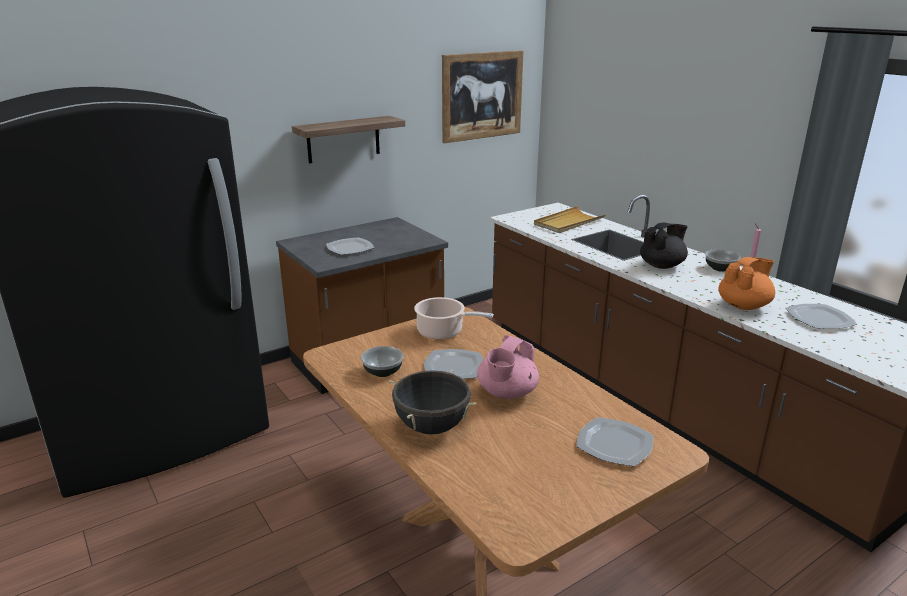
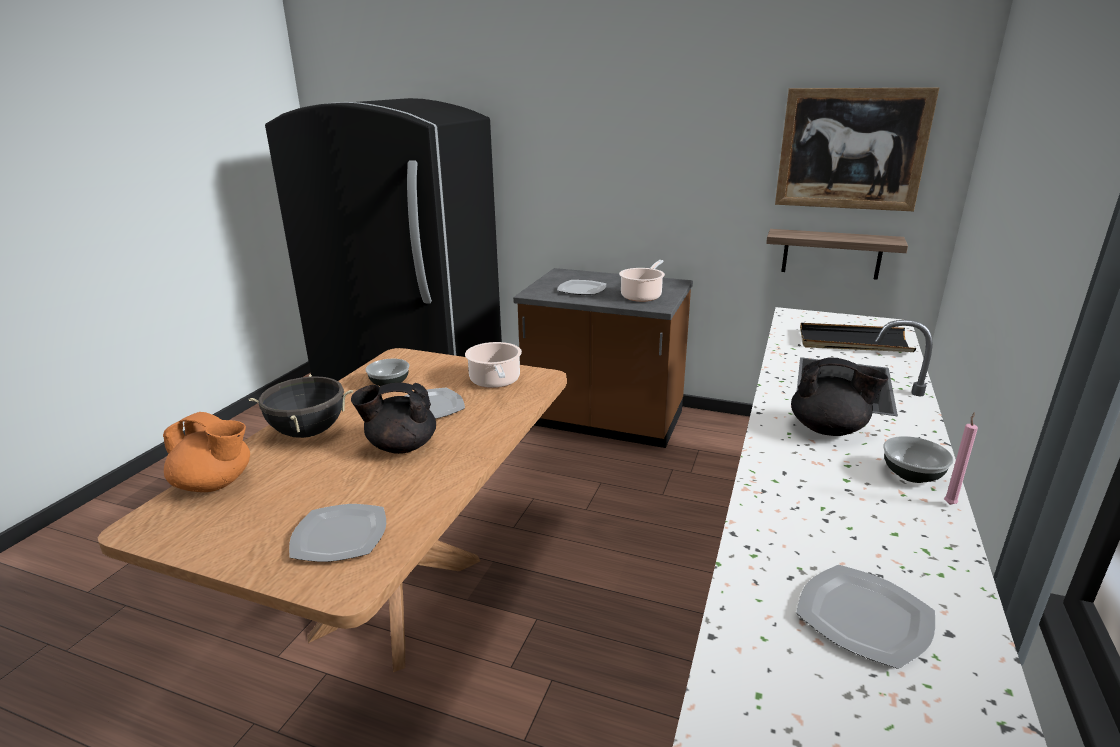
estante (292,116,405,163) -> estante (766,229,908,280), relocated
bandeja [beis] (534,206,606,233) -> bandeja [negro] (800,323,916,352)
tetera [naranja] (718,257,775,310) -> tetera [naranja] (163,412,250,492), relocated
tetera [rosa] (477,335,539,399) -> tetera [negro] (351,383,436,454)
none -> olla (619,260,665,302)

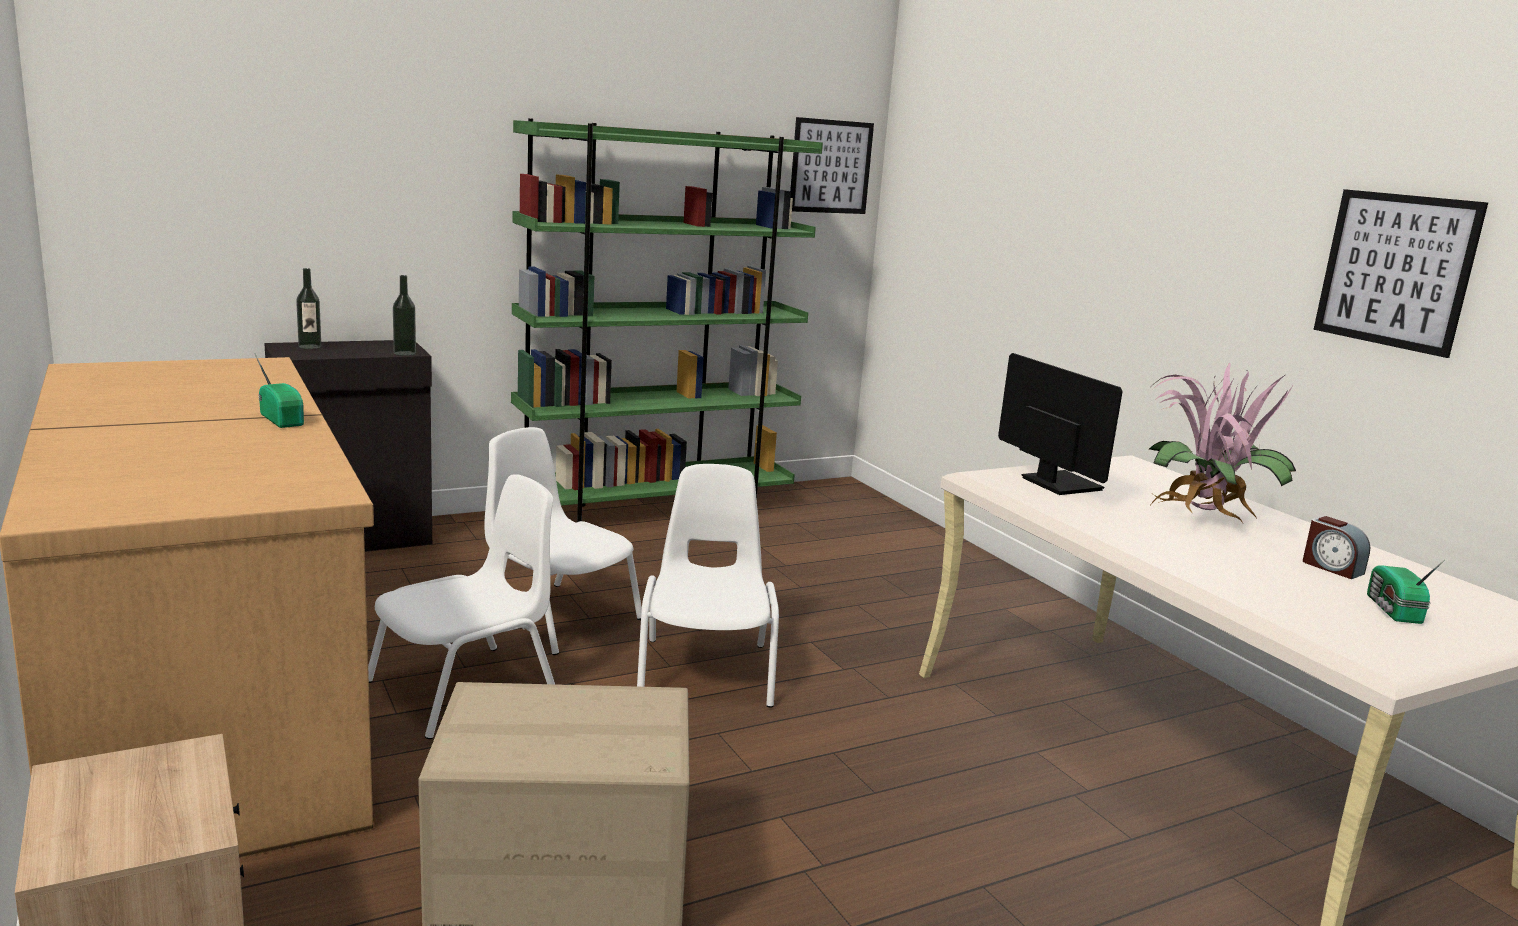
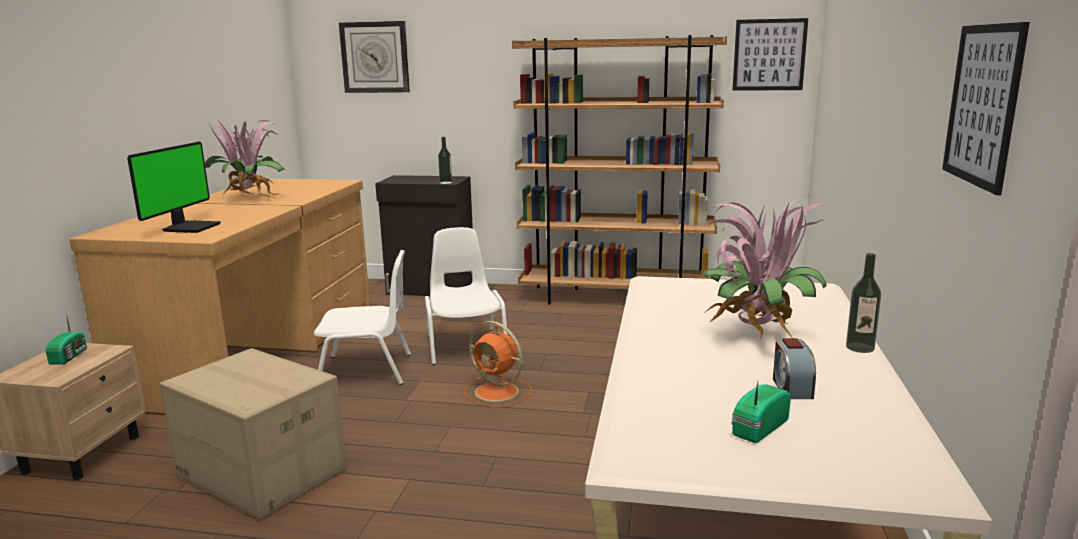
estantería [verde] (511,118,823,522) -> estantería [marrón] (512,35,727,305)
botella (296,268,321,349) -> botella (846,253,881,353), relocated
radio (254,353,304,428) -> radio (46,312,87,365), relocated
monitor (998,353,1123,495) -> monitor (127,142,221,233), relocated
silla [blanco] (637,464,779,708) -> ventilador [naranja] (464,321,532,407)
none -> reloj de pared (339,21,410,93)
none -> planta en maceta (205,119,285,199)

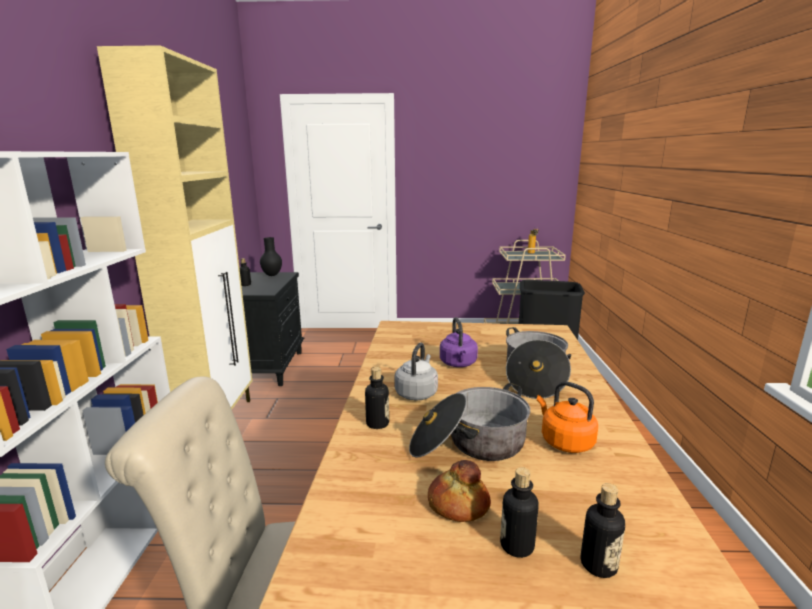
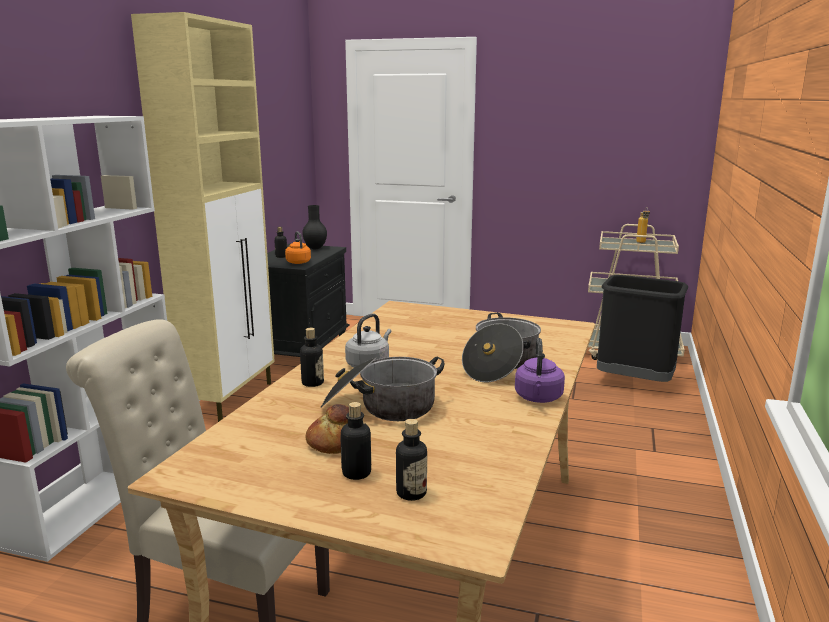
hervidor [morado] (440,317,478,367) -> hervidor [morado] (515,338,565,403), relocated
hervidor [naranja] (537,381,598,453) -> hervidor [naranja] (285,231,311,264), relocated

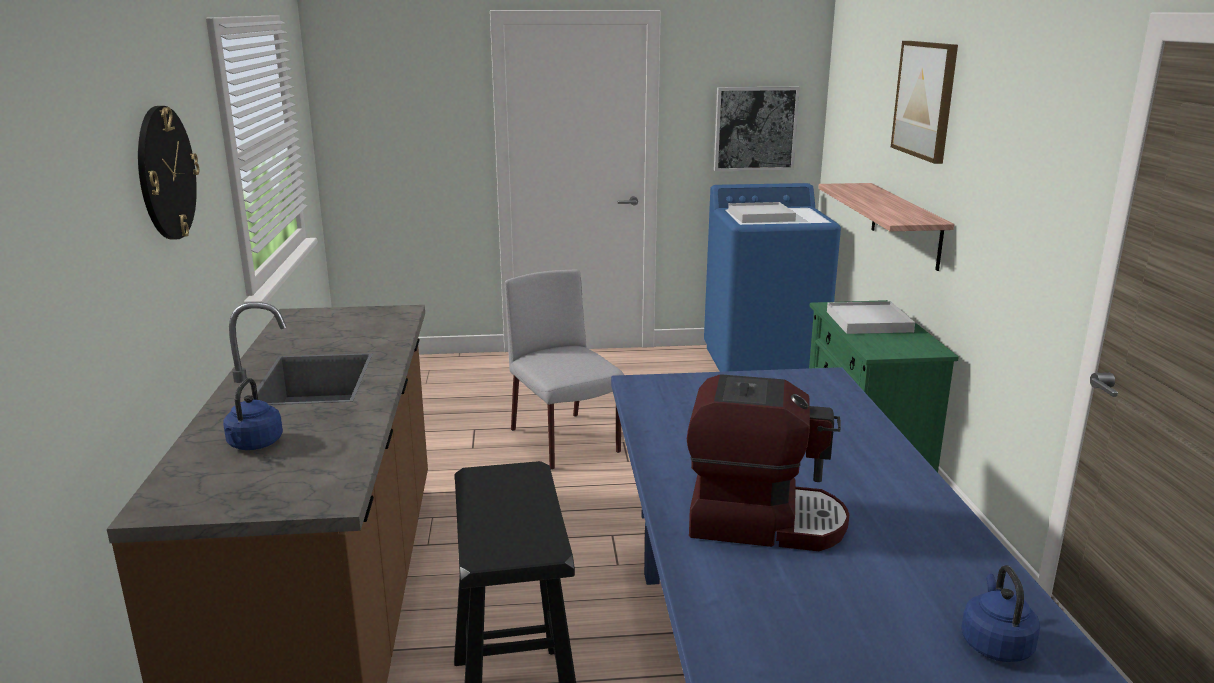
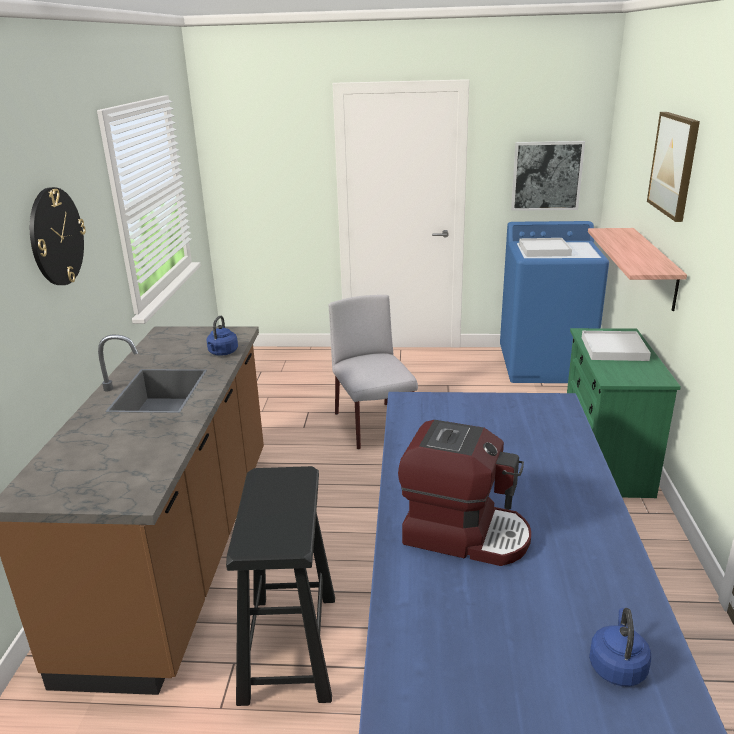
hervidor [azul] (223,378,283,450) -> hervidor [azul] (207,315,238,356), relocated

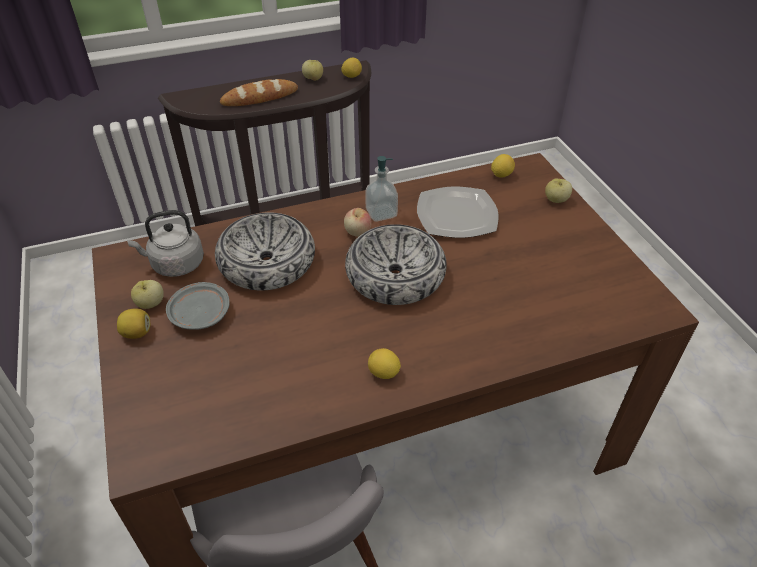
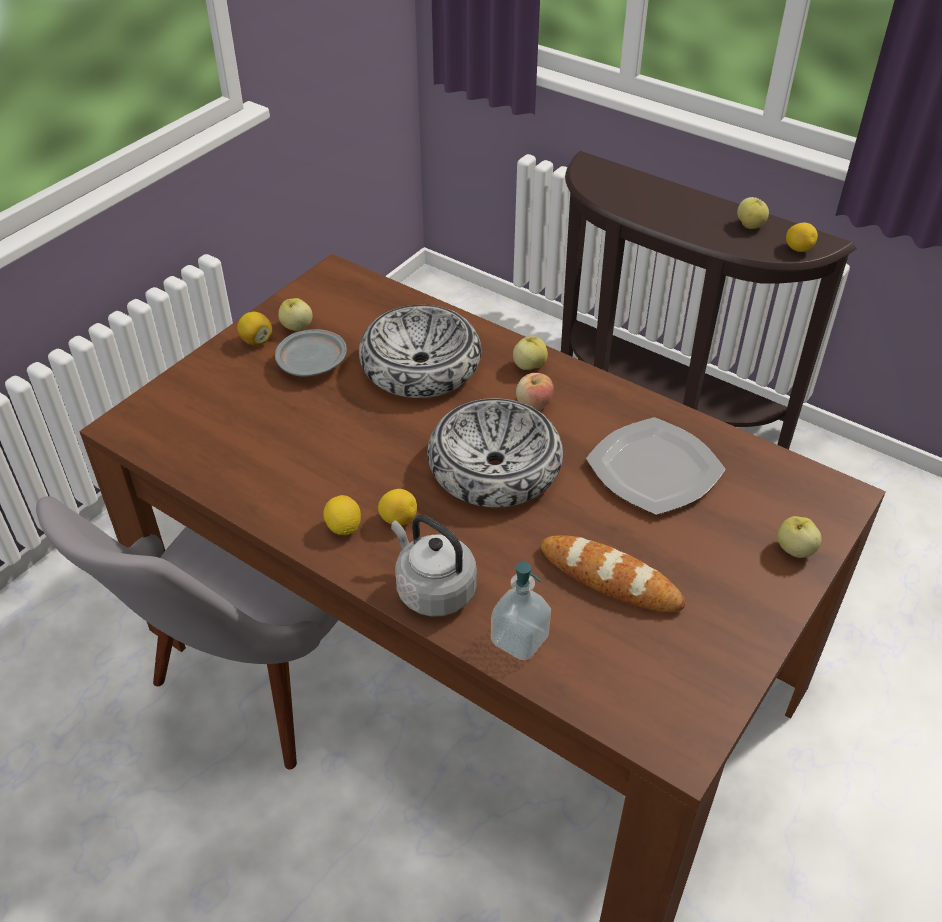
pan (220,79,298,106) -> pan (541,535,685,612), relocated
limón (491,154,515,178) -> limón (378,489,417,525), relocated
dispensador de jabón (365,156,398,222) -> dispensador de jabón (491,562,551,660), relocated
hervidor [gris] (127,210,204,277) -> hervidor [gris] (391,515,477,617), relocated
none -> manzana (513,336,548,370)

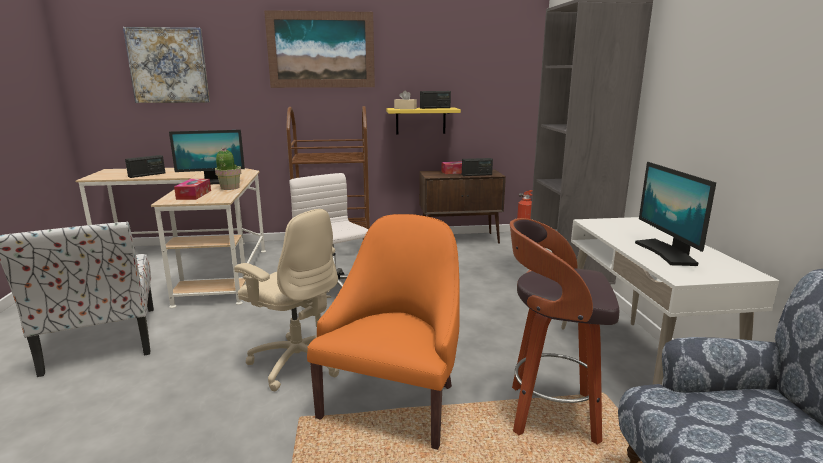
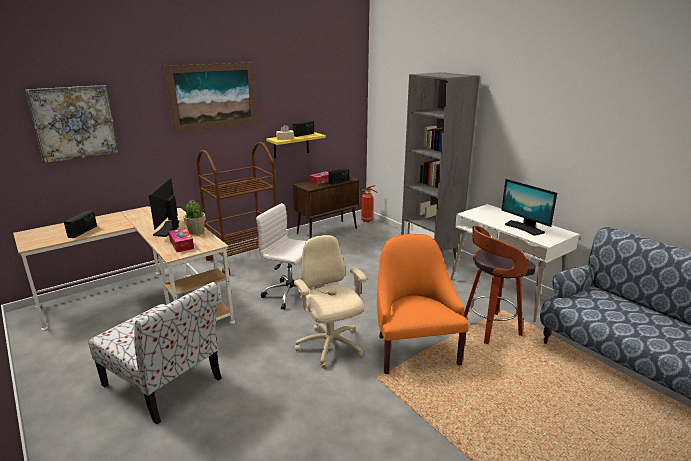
monitor (169,130,245,185) -> monitor (149,177,179,237), 135 degrees clockwise
silla de oficina [beis] (234,209,339,391) -> silla de oficina [beis] (294,235,367,369), 120 degrees counterclockwise

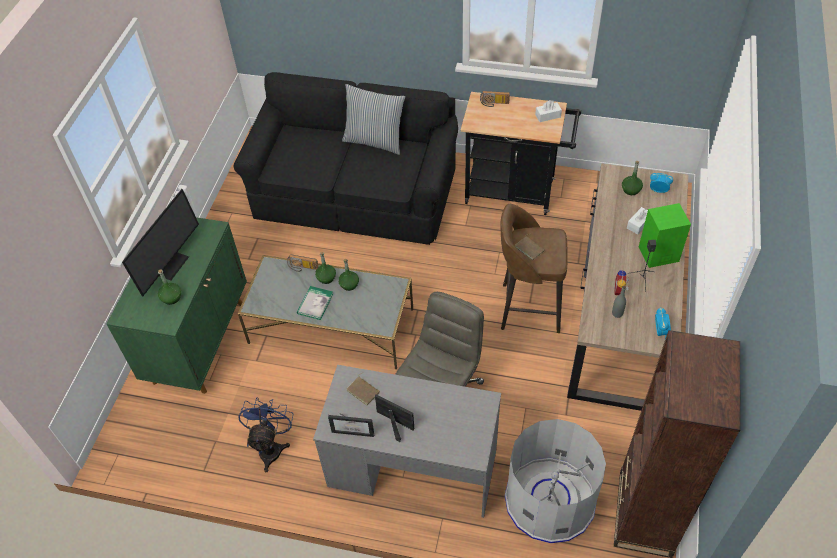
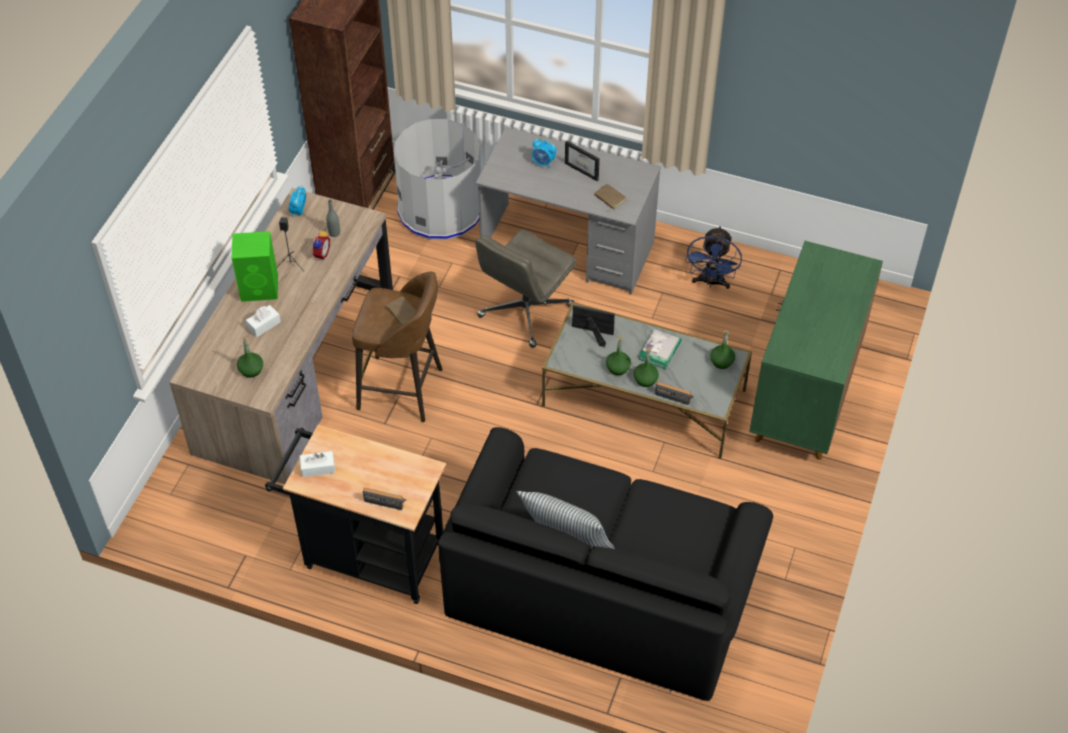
despertador (650,173,673,193) -> despertador (532,138,557,168), relocated
monitor (122,189,199,296) -> none
botella [verde] (158,269,181,305) -> botella [verde] (710,330,735,369), relocated
portarretratos (328,412,374,437) -> portarretratos (572,305,615,347), relocated

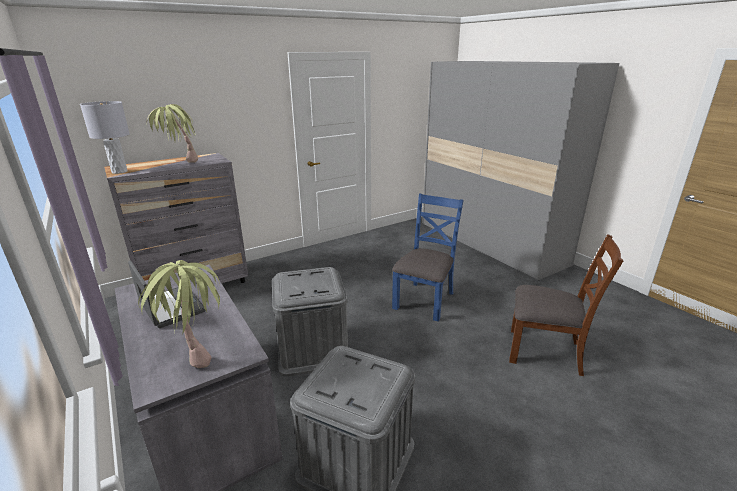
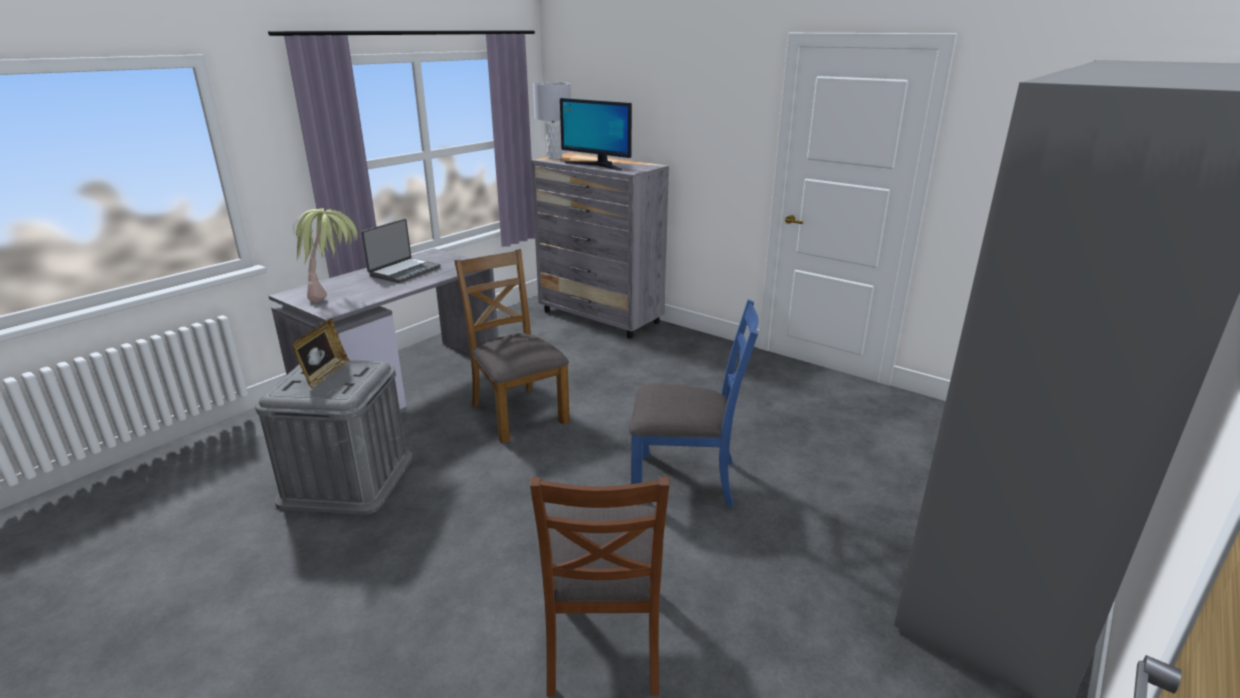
planta en maceta (146,104,198,163) -> monitor (560,98,632,170)
caja de almacenaje [gris] (272,267,348,377) -> silla [marrón] (454,249,570,444)
none -> portarretratos (292,319,350,388)

